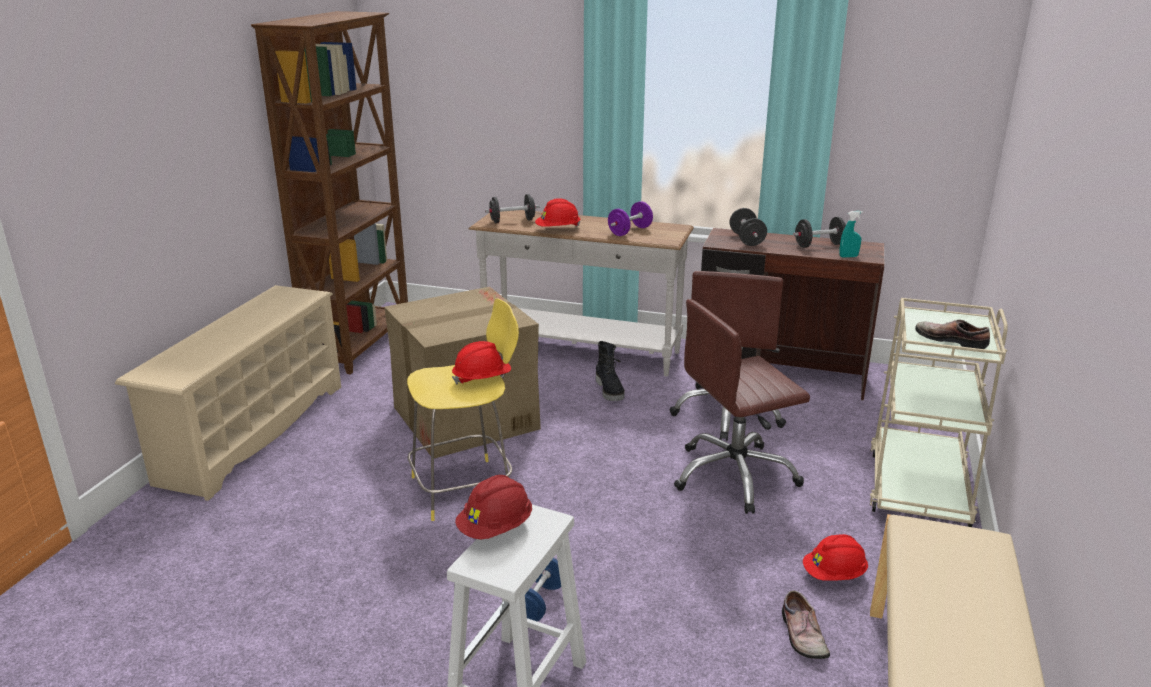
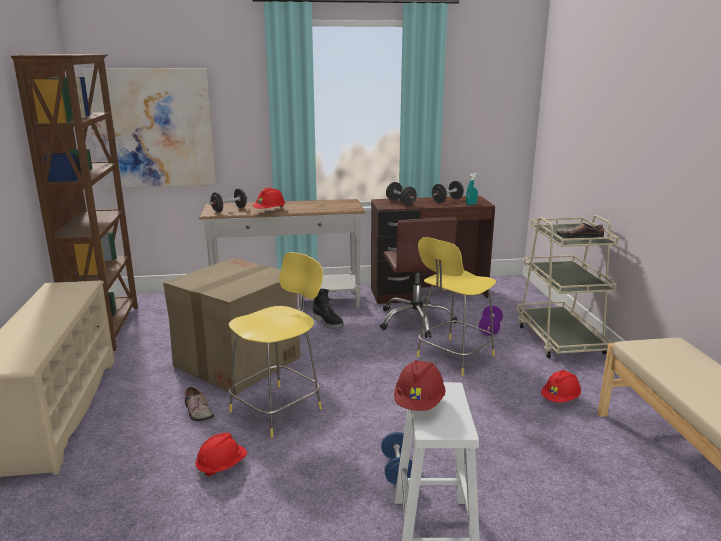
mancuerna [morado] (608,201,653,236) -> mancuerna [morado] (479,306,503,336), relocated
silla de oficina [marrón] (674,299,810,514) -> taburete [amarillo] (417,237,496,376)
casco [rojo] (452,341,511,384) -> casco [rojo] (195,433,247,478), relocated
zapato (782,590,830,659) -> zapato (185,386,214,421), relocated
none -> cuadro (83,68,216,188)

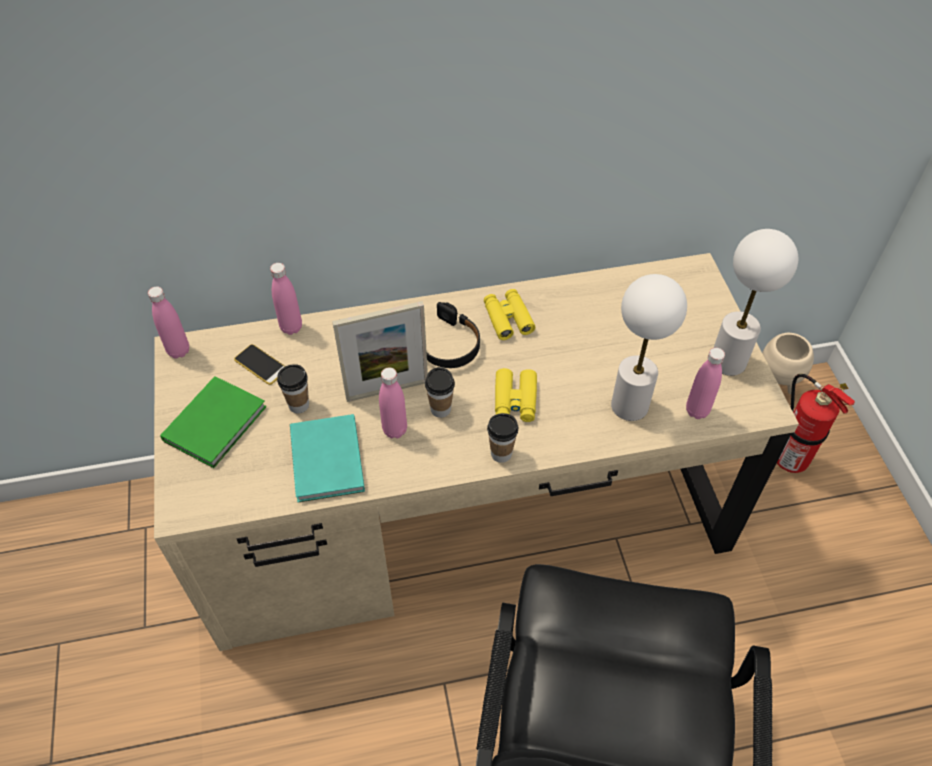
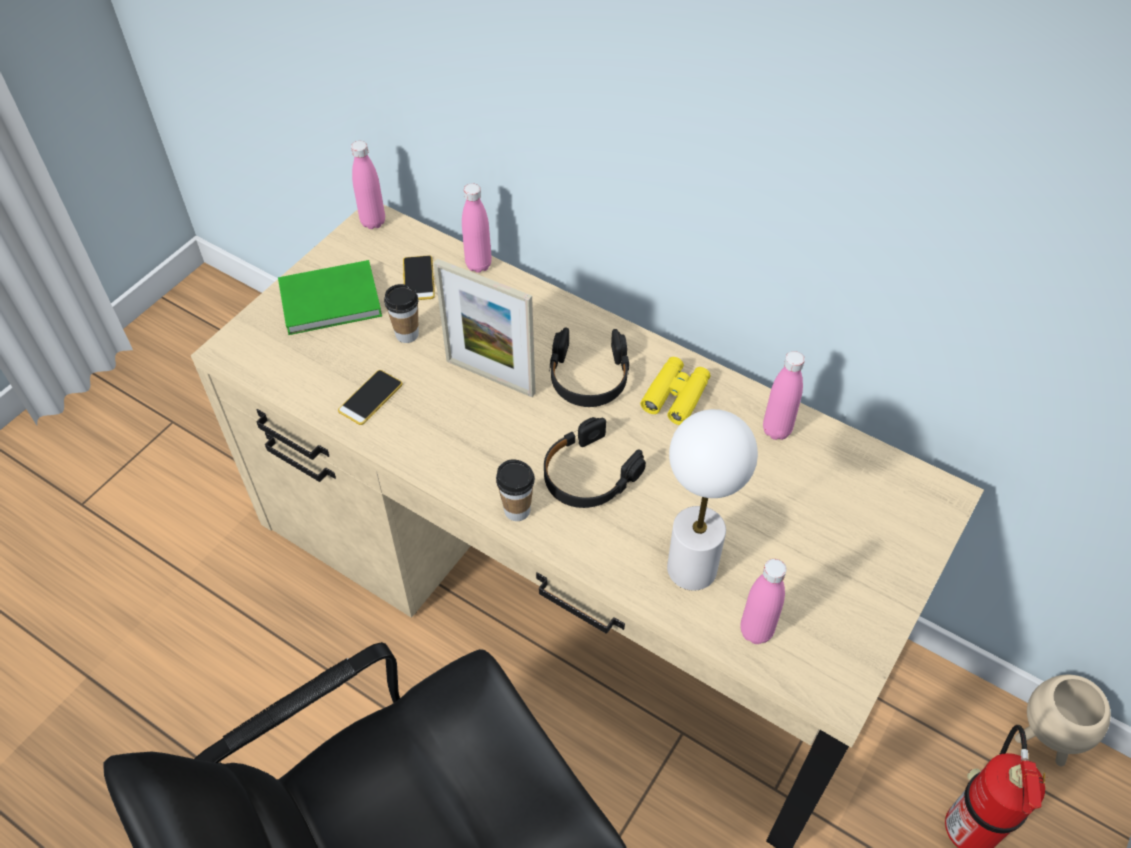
lámpara de mesa [blanco] (714,229,798,376) -> none
botella [rosa] (379,367,407,438) -> botella [rosa] (763,351,805,440), relocated
taza (425,367,455,418) -> none
prismáticos [amarillo] (495,368,537,422) -> auriculares [negro] (544,417,646,508)
libro [turquesa] (290,414,365,503) -> móvil (338,370,403,425)

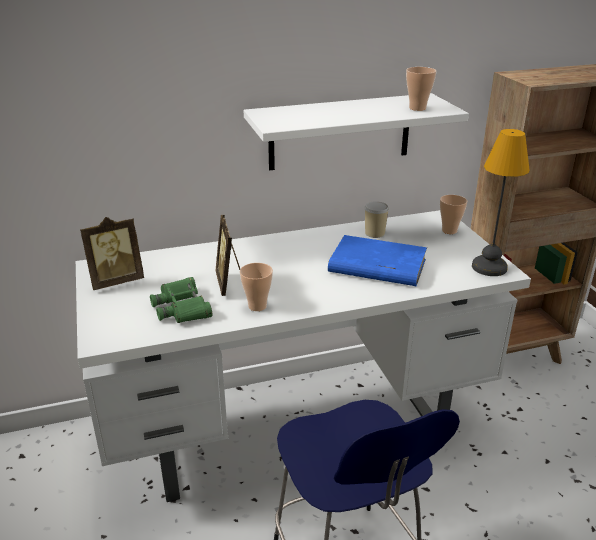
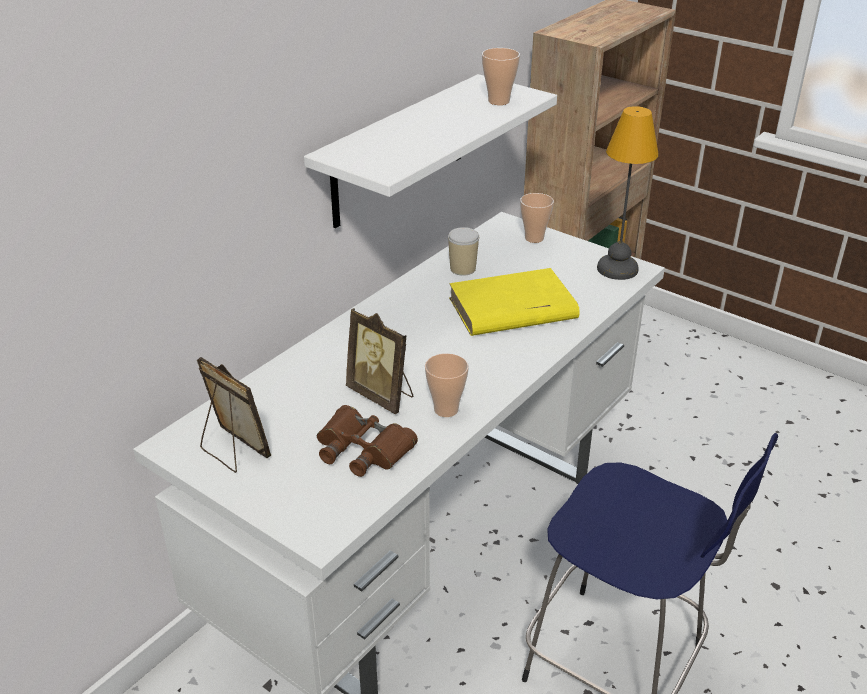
portarretratos (80,217,144,290) -> portarretratos (197,357,271,473), 75 degrees counterclockwise
libro [azul] (328,235,427,286) -> libro [amarillo] (449,268,580,336)
prismáticos [verde] (150,277,212,323) -> prismáticos [marrón] (317,405,418,477)

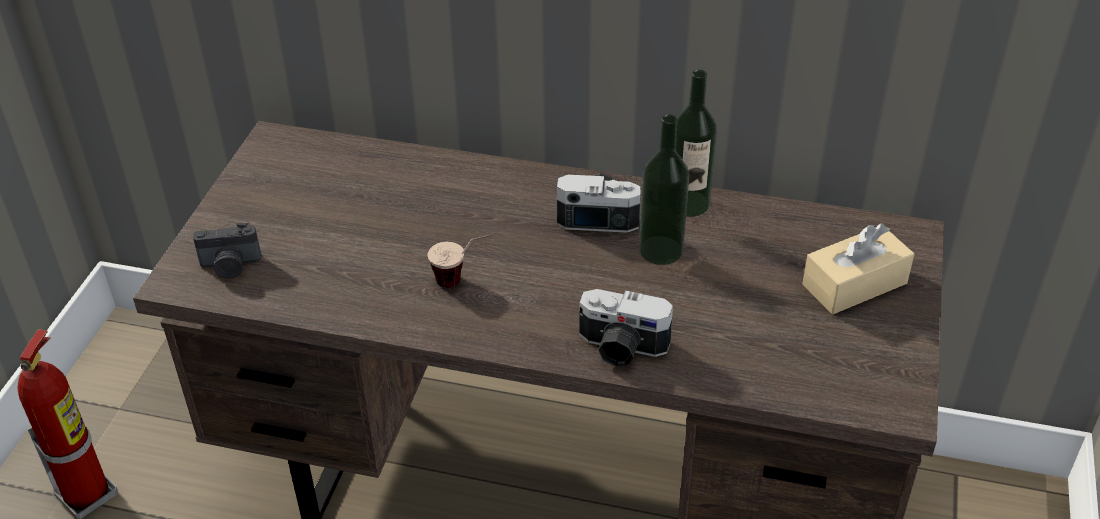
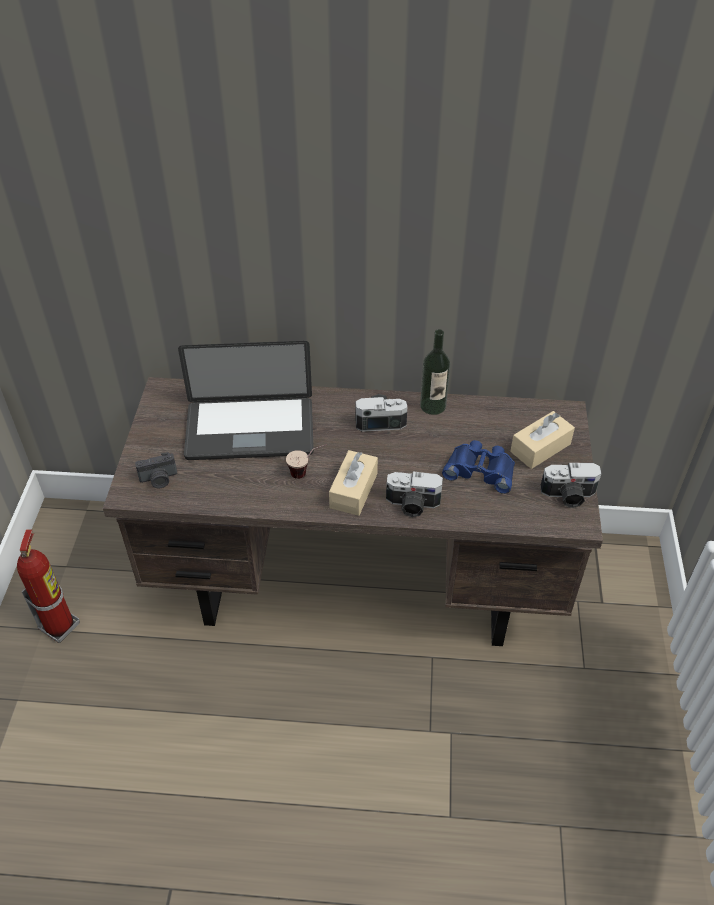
botella (639,115,689,265) -> none
none -> portátil (178,341,314,460)
none -> prismáticos [azul] (442,440,515,494)
none -> caja de pañuelos [beis] (329,450,378,516)
none -> cámara (540,463,602,508)

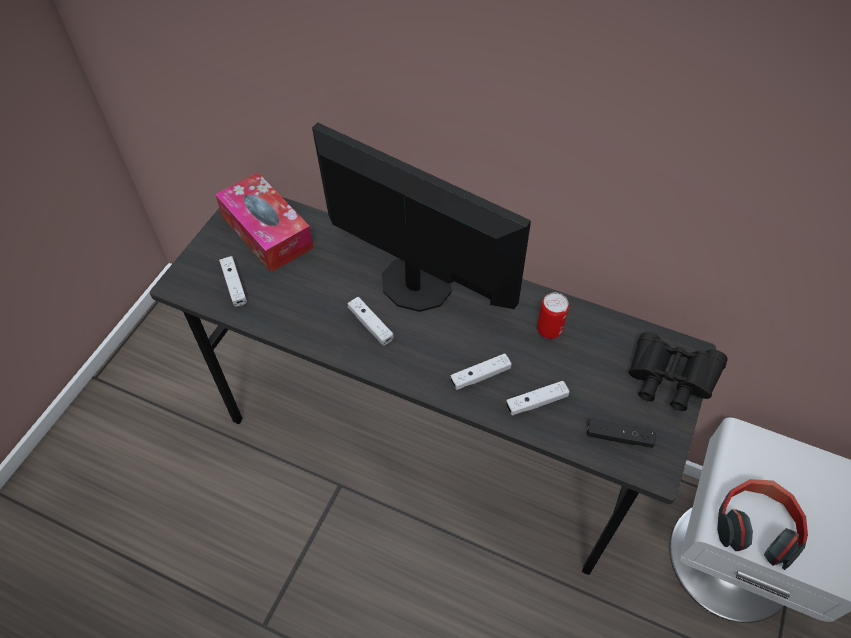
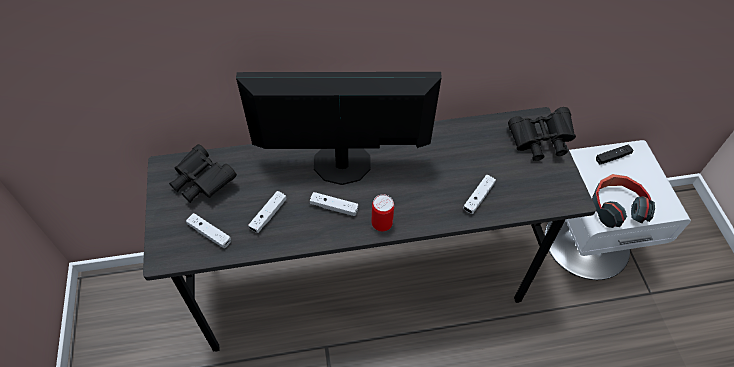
caja de pañuelos (215,172,314,272) -> prismáticos [negro] (169,144,237,203)
lata (537,293,569,339) -> lata (372,194,394,231), relocated
mando de consola [blanco] (450,353,512,390) -> mando de consola [blanco] (248,191,286,233), relocated
mando de consola [negro] (587,419,656,448) -> mando de consola [negro] (596,144,634,164), relocated

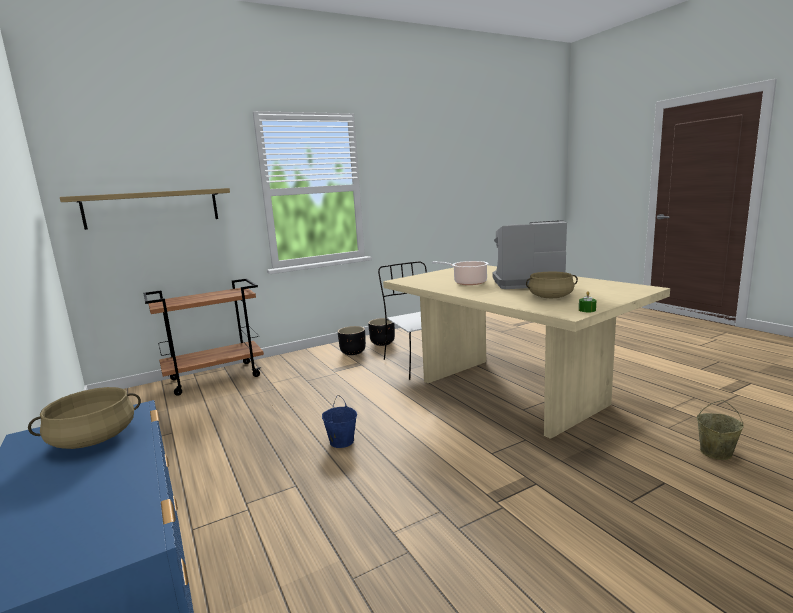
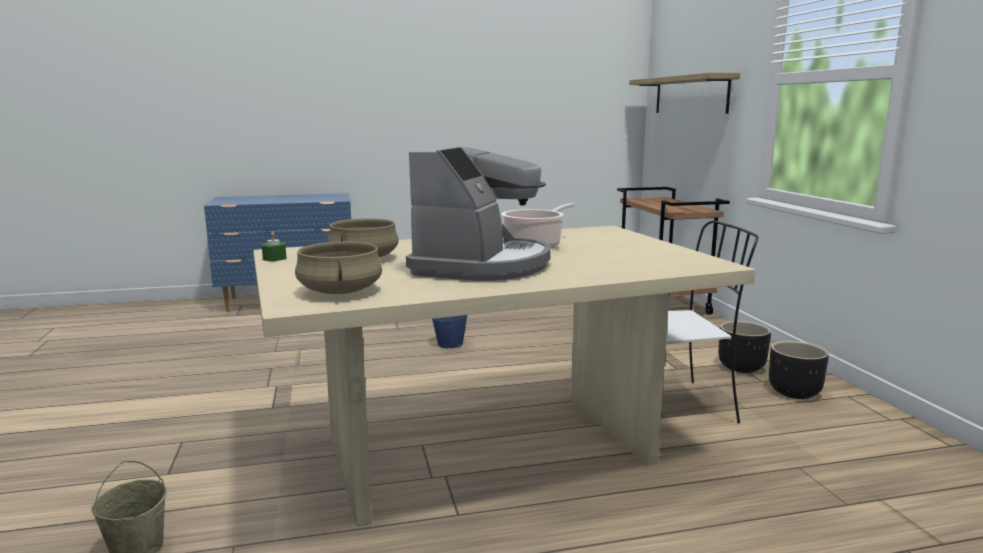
olla [beis] (28,387,141,449) -> olla [beis] (295,241,382,294), relocated

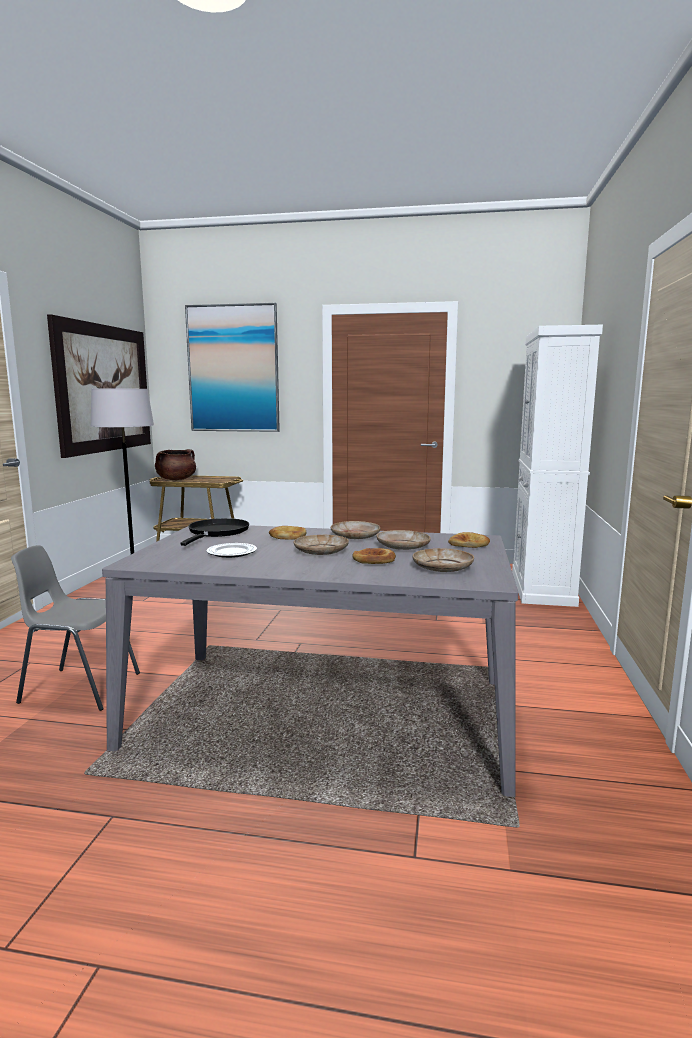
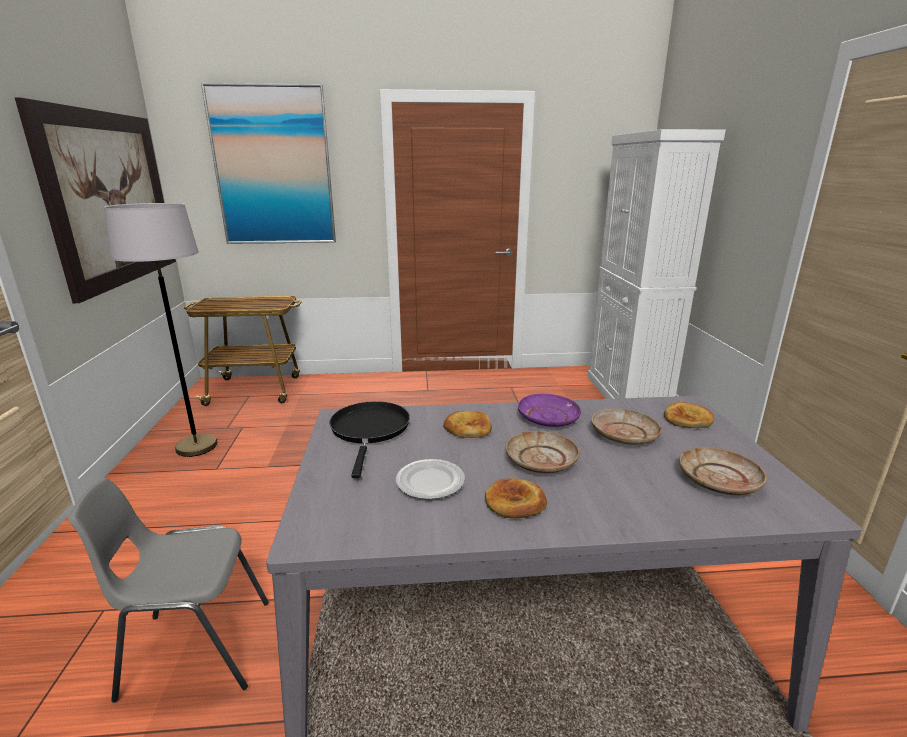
olla [marrón] (155,449,196,480) -> none
plato [beis] (331,521,380,539) -> plato [morado] (518,394,581,427)
pan (353,548,396,564) -> pan (485,478,547,518), relocated

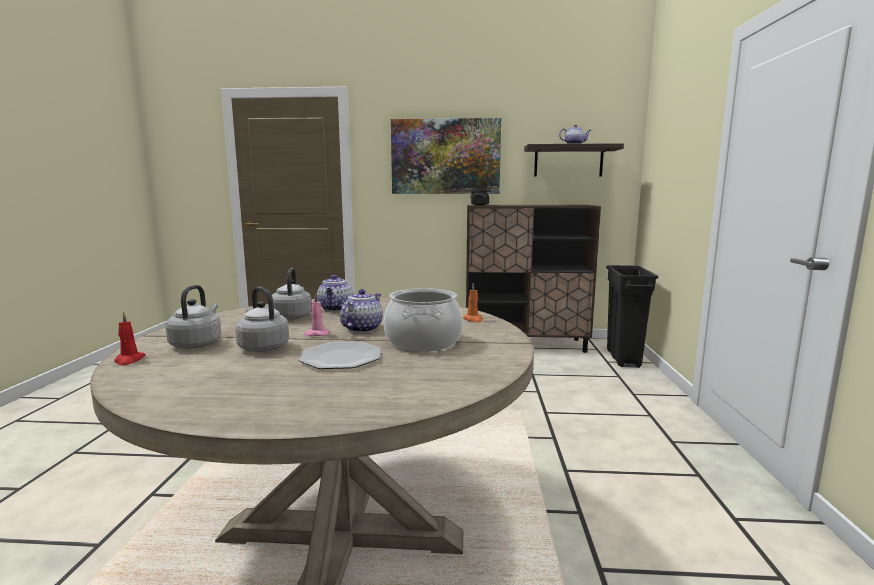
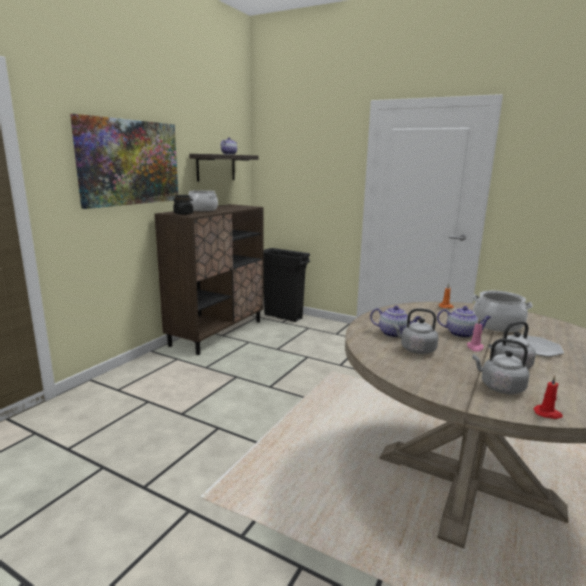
tetera (340,289,383,333) -> tetera (437,306,491,338), 150 degrees clockwise
none -> olla (188,190,218,212)

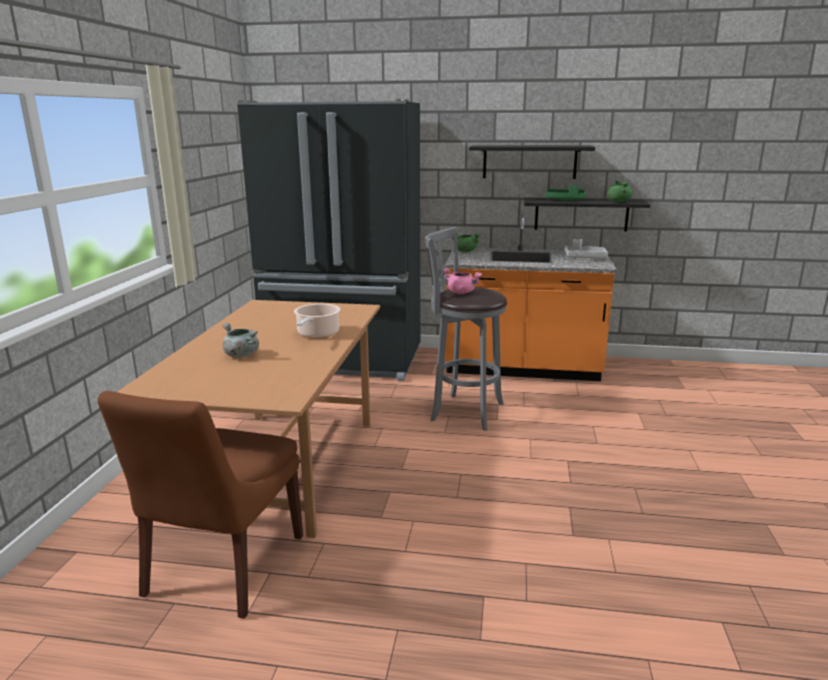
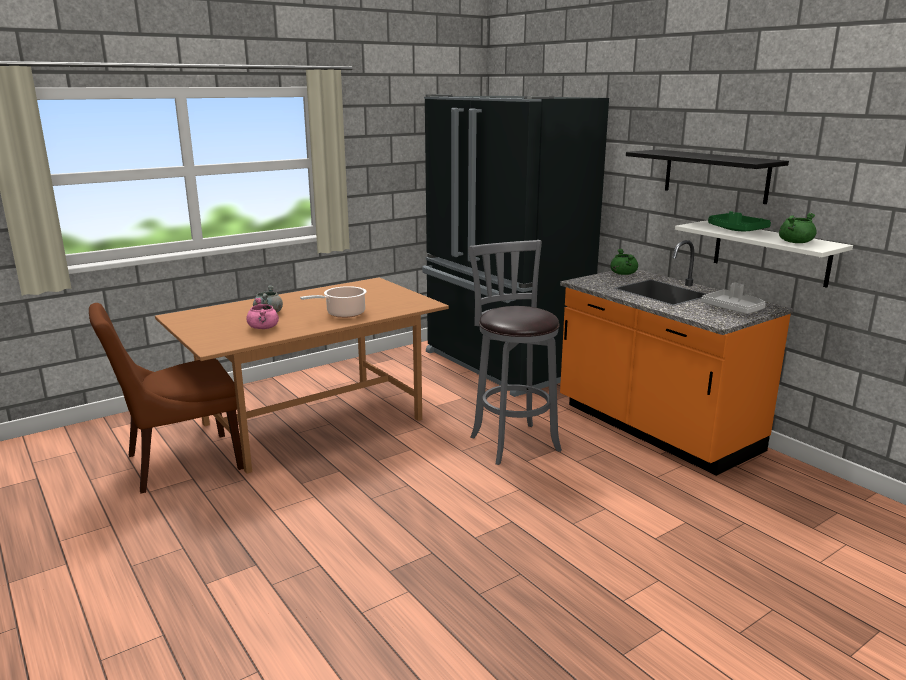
estante [negro] (524,198,650,232) -> estante [blanco] (675,220,853,288)
olla [rosa] (443,268,482,294) -> olla [rosa] (246,298,279,329), relocated

